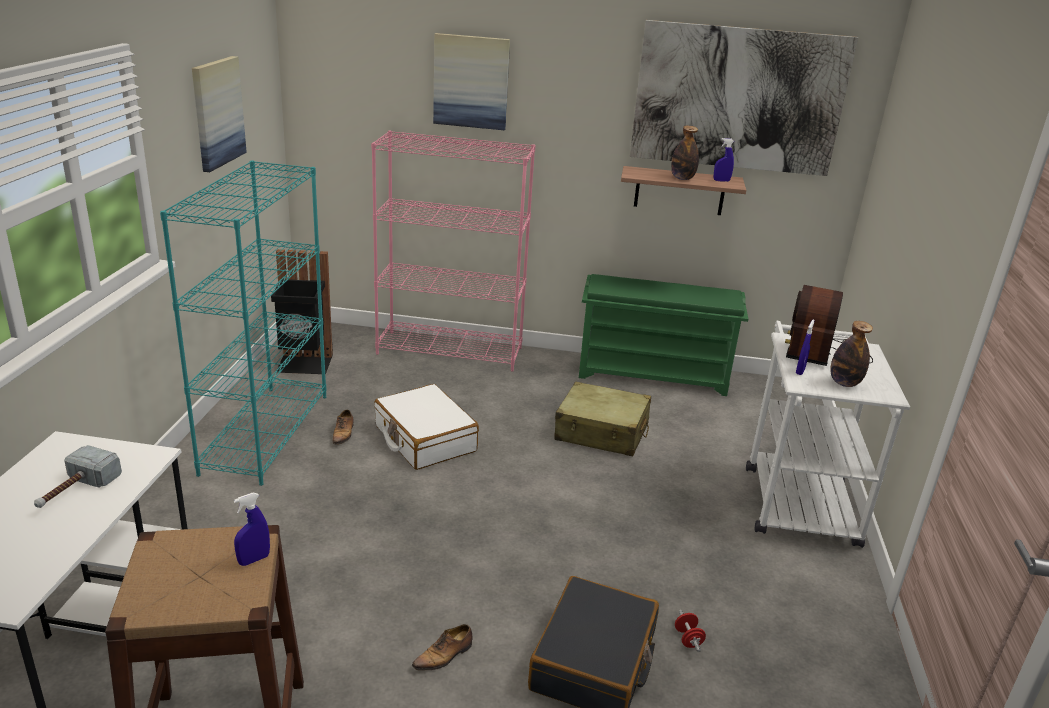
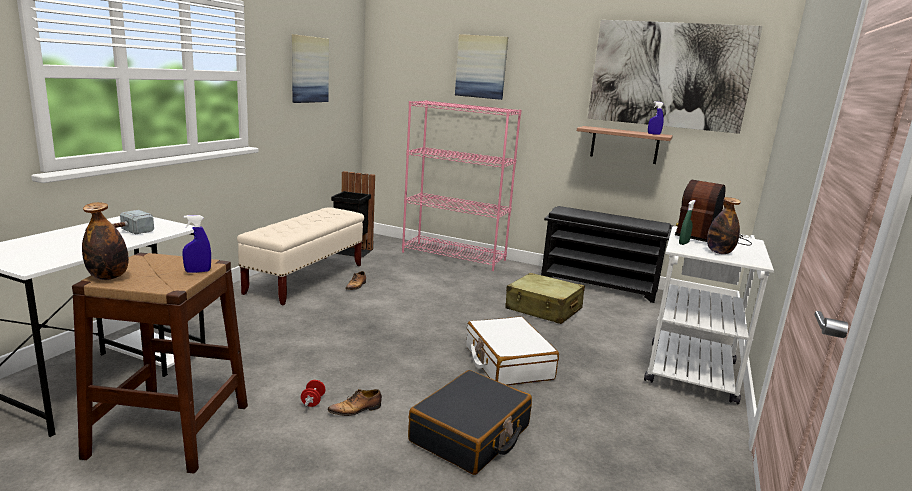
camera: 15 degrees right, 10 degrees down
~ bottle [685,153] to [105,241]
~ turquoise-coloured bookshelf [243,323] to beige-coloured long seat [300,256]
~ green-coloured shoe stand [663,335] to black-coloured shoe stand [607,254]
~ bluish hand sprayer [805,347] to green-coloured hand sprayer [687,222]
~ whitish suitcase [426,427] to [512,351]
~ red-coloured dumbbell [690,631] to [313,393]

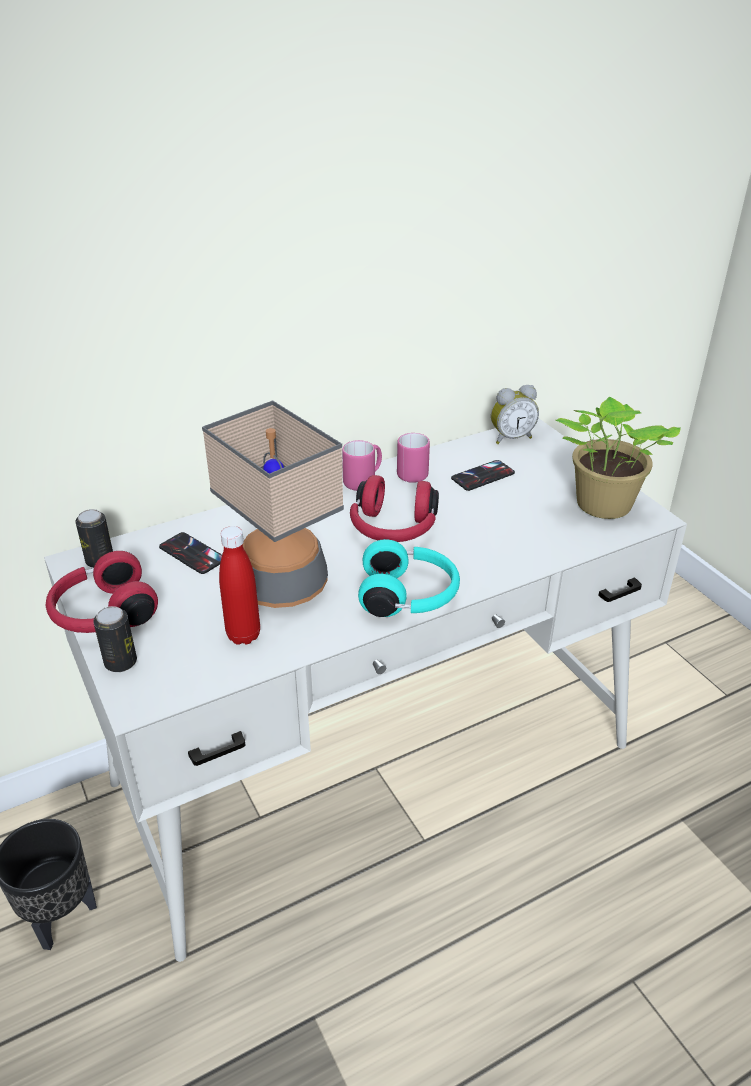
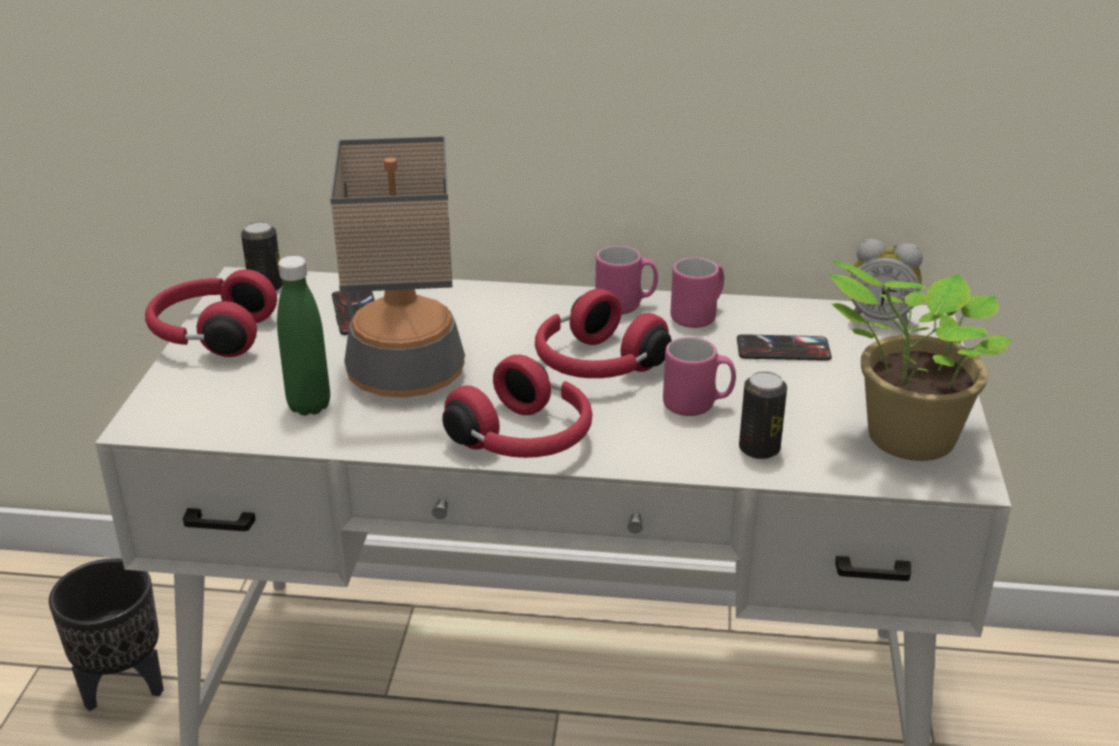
camera: 35 degrees right, 5 degrees down
~ red-coloured bottle [239,585] to green-coloured bottle [303,336]
~ turquoise-coloured headset [409,578] to red-coloured headset [517,406]
~ can [115,639] to [763,415]
+ pink-coloured mug [699,376]

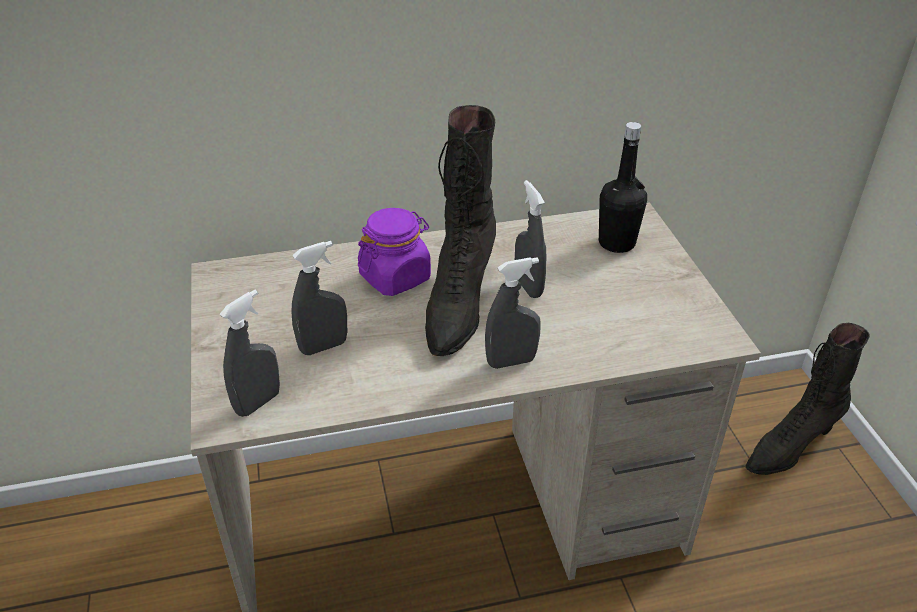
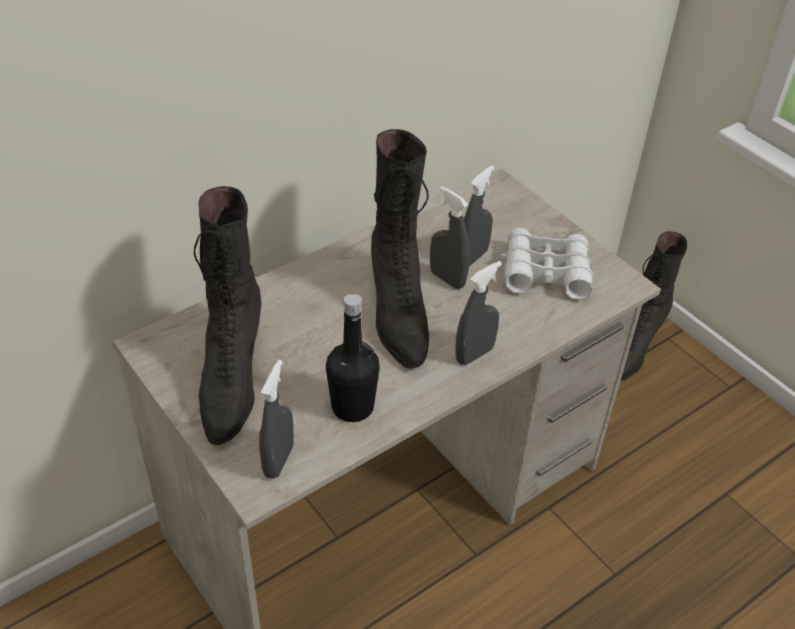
camera: 25 degrees left, 5 degrees up
~ black-coloured bottle [623,187] to [353,358]
- purplish preserve jar [394,252]
~ gray hand sprayer [319,298] to [479,215]
+ black-coloured tall boot [227,315]
+ whitish binoculars [548,264]

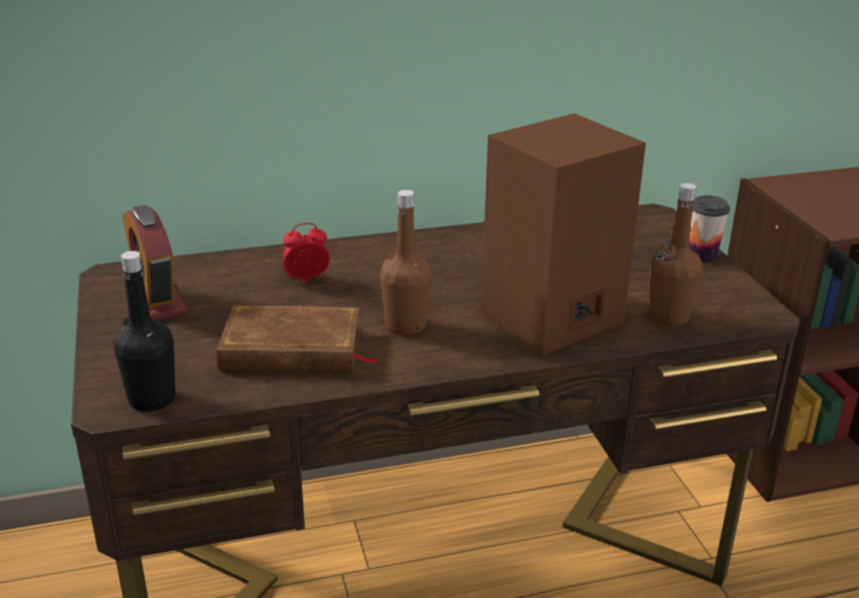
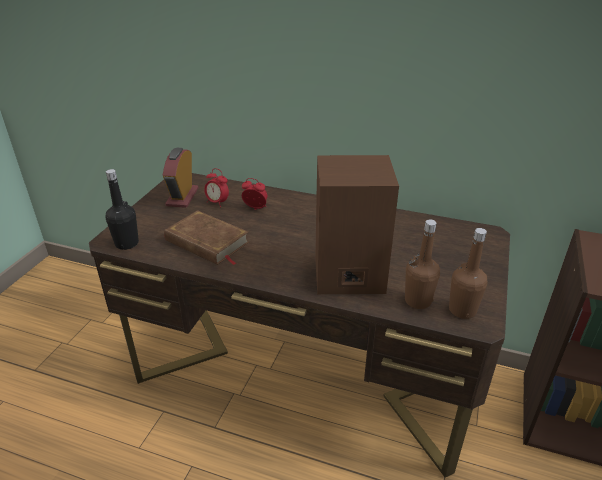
camera: 35 degrees right, 5 degrees up
~ brownish bottle [406,262] to [468,273]
- small cup [709,229]
+ alarm clock [216,187]

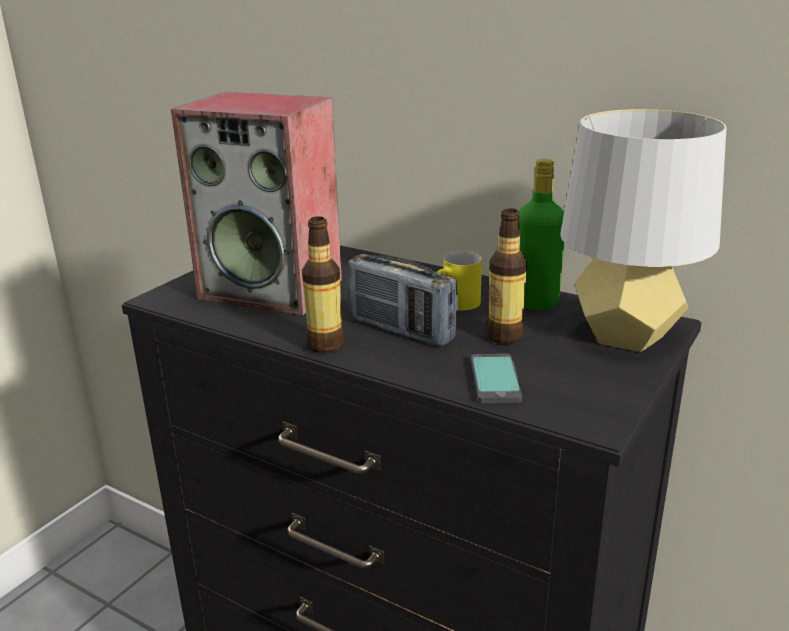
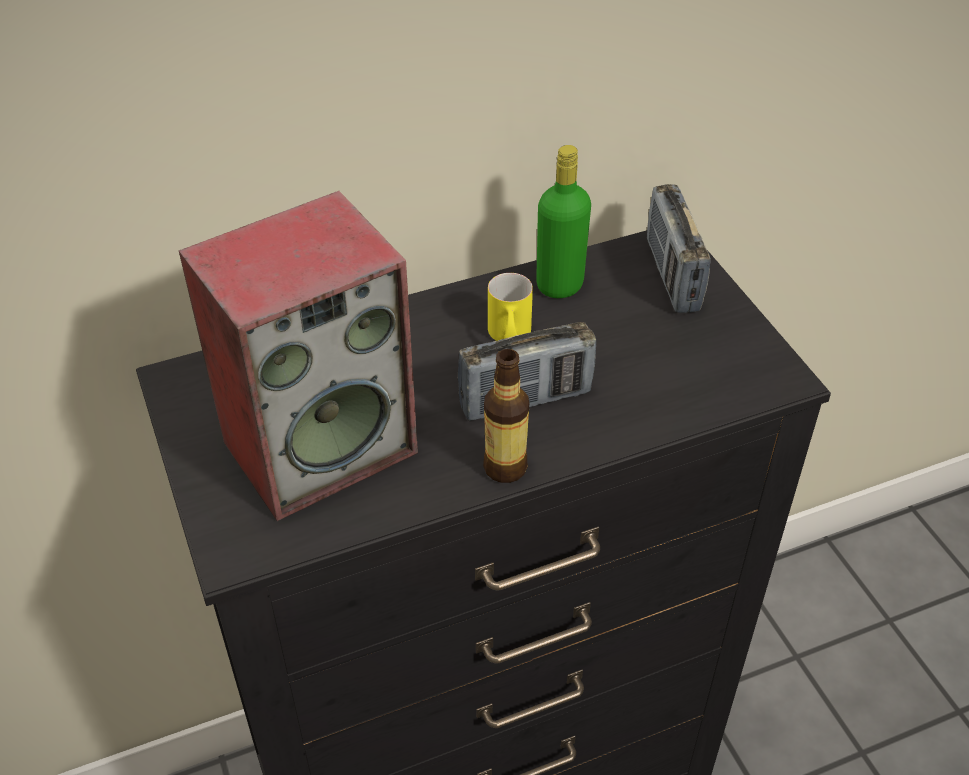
camera: 55 degrees left, 20 degrees up
~ gray lamp for a table [643,230] to radio receiver [679,248]
- bottle [506,276]
- phone [496,378]

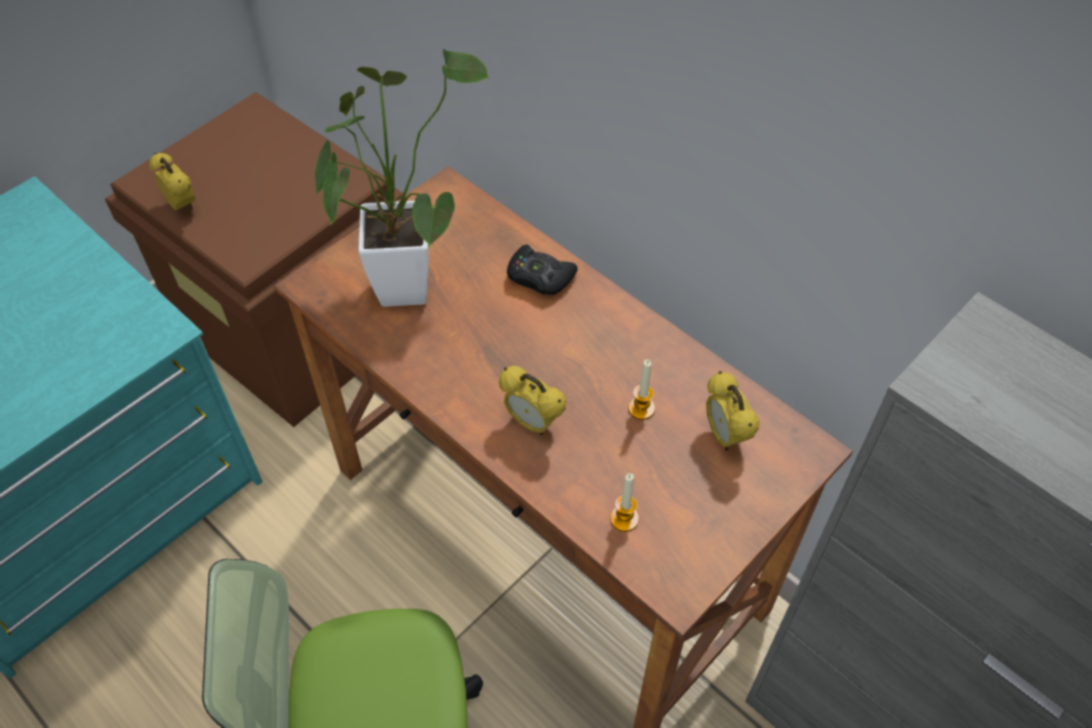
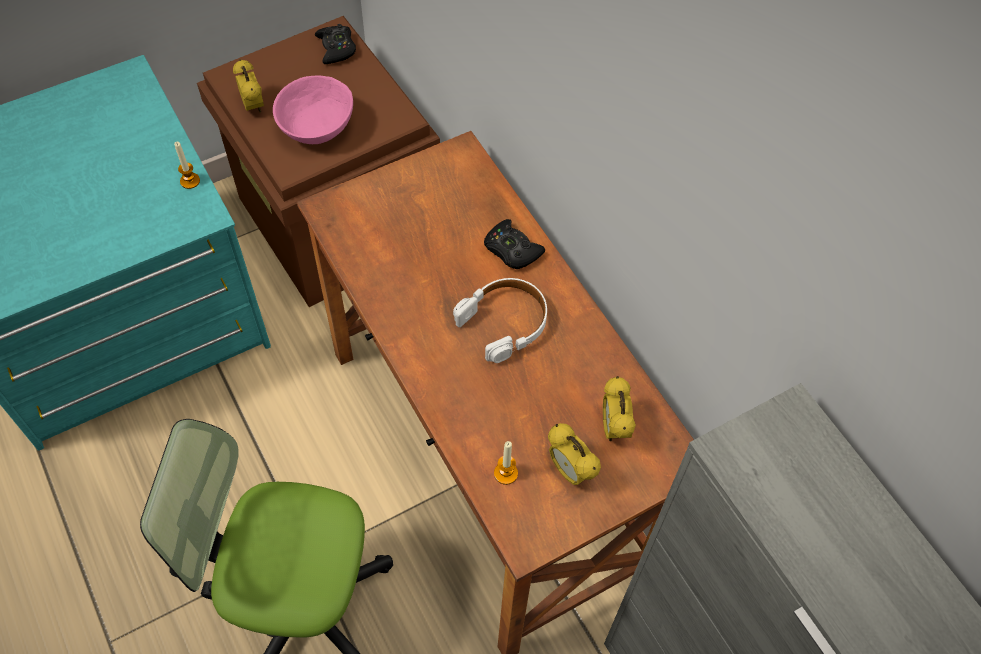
camera: 15 degrees right, 5 degrees up
- houseplant [402,178]
~ wax candle [641,389] to [187,165]
~ alarm clock [532,400] to [574,454]
+ black-coloured gamepad [335,44]
+ pink-coloured bowl [313,110]
+ whitish headset [500,320]

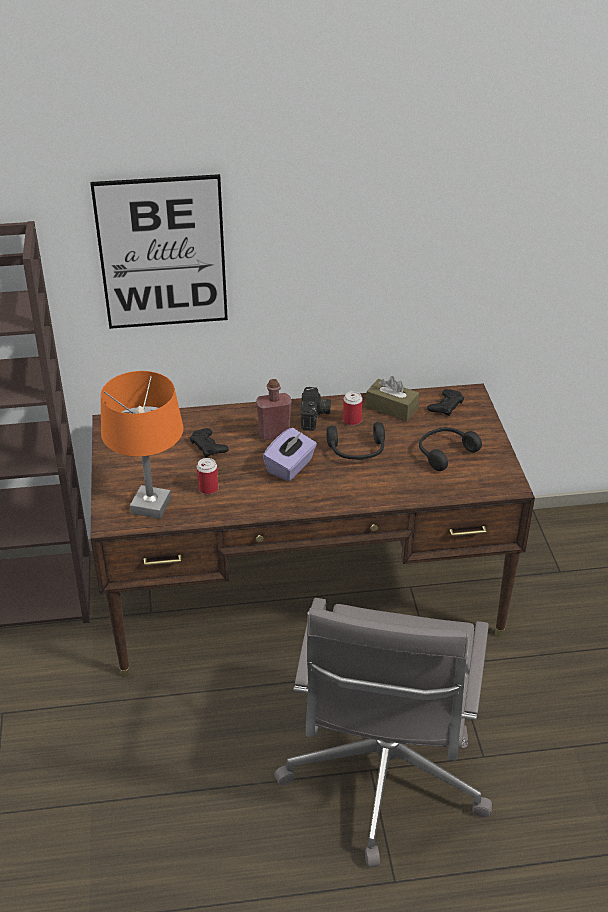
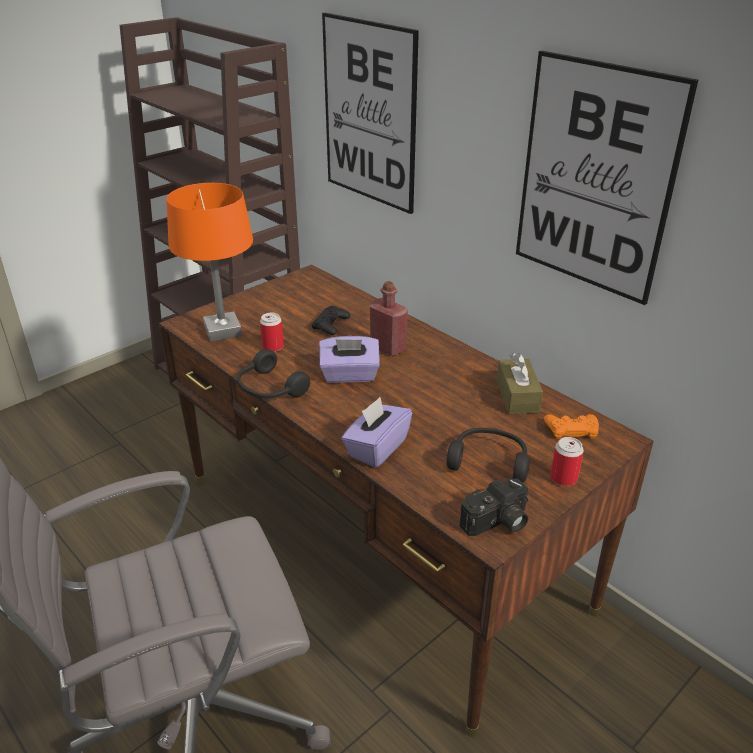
camera: 55 degrees right, 5 degrees down
~ photo camera [315,409] to [494,507]
~ black-coloured gamepad [445,402] to orange gamepad [571,426]
~ can [353,408] to [567,461]
~ black-coloured headset [355,441] to [273,373]
+ picture [607,178]
+ purplish tissue box [376,432]

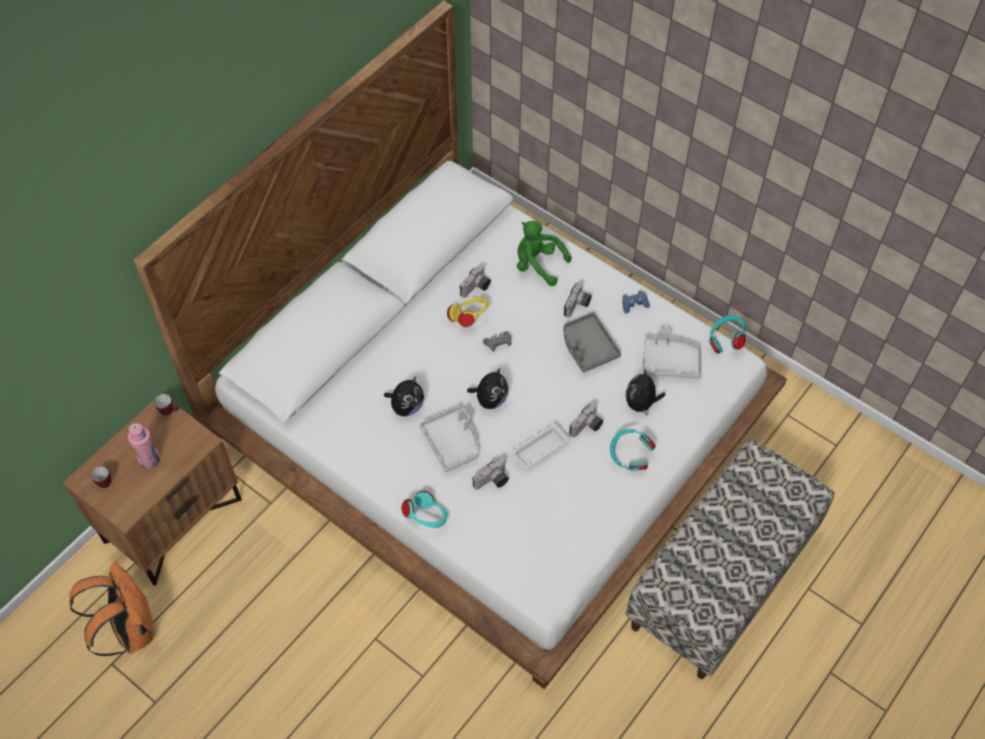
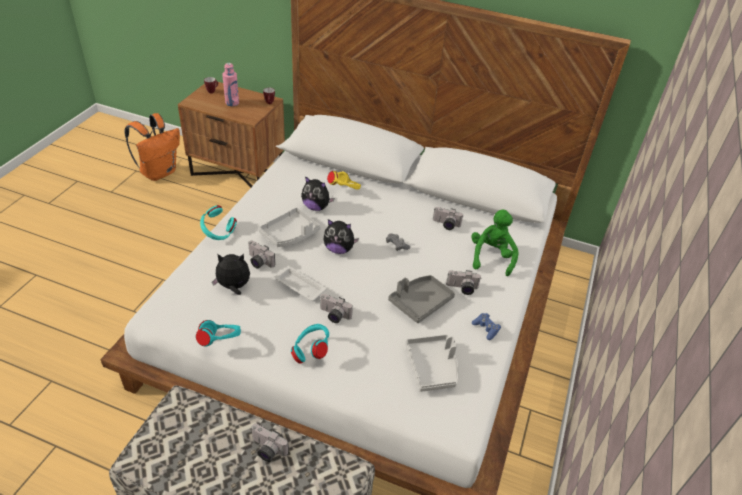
camera: 70 degrees right, 15 degrees down
~ yellow headset [468,311] to [344,180]
~ turquoise-coloured headset [727,334] to [218,333]
~ plush toy [646,392] to [231,274]
+ photo camera [270,443]

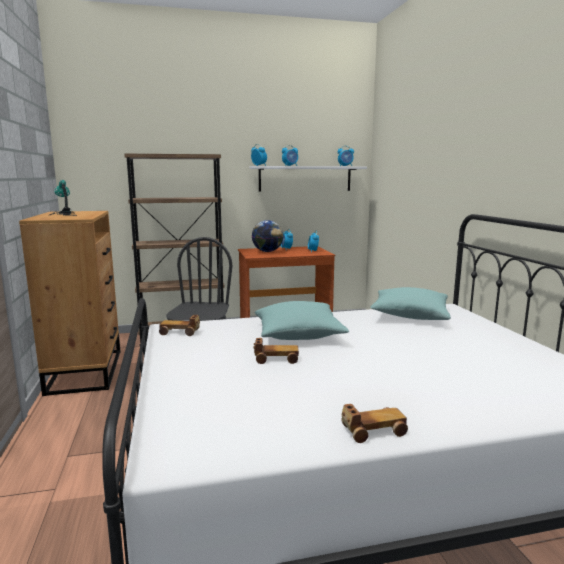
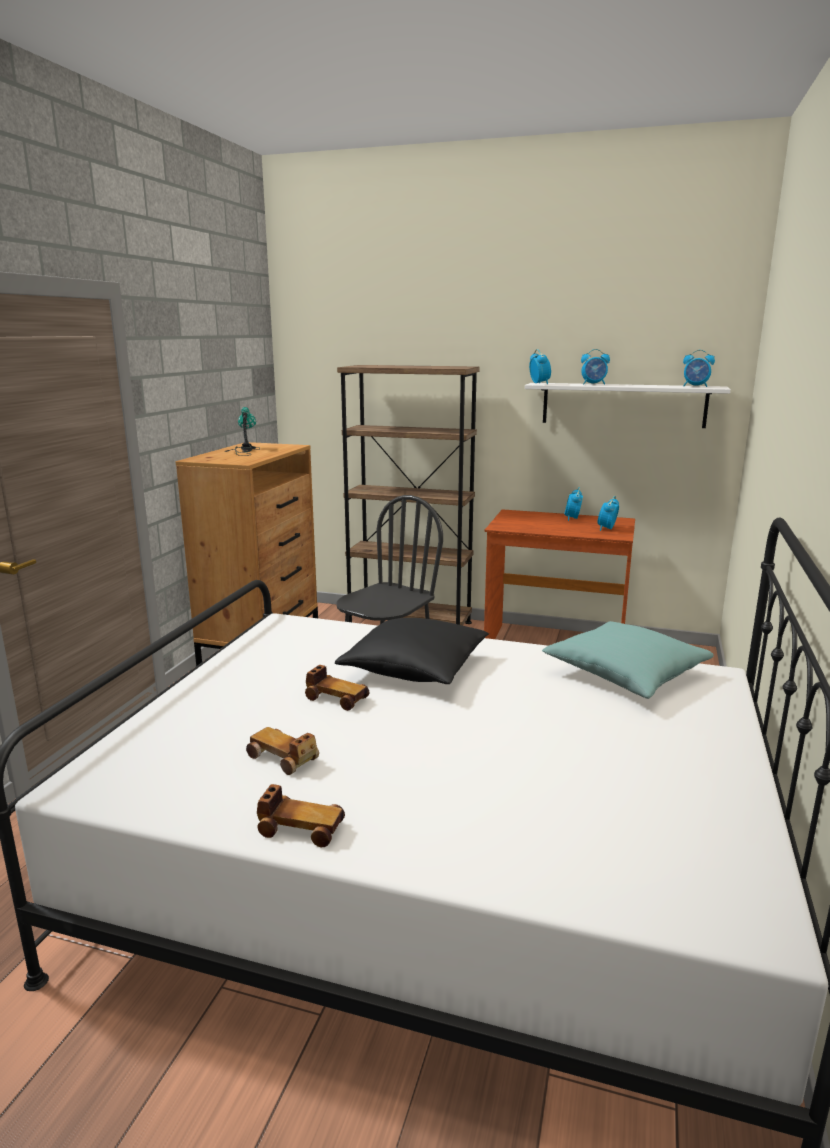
camera: 30 degrees right, 5 degrees up
- desk globe [267,236]
~ turquoise-coloured throw pillow [302,320] to black-coloured throw pillow [412,651]
~ miniature car [179,325] to [282,751]

